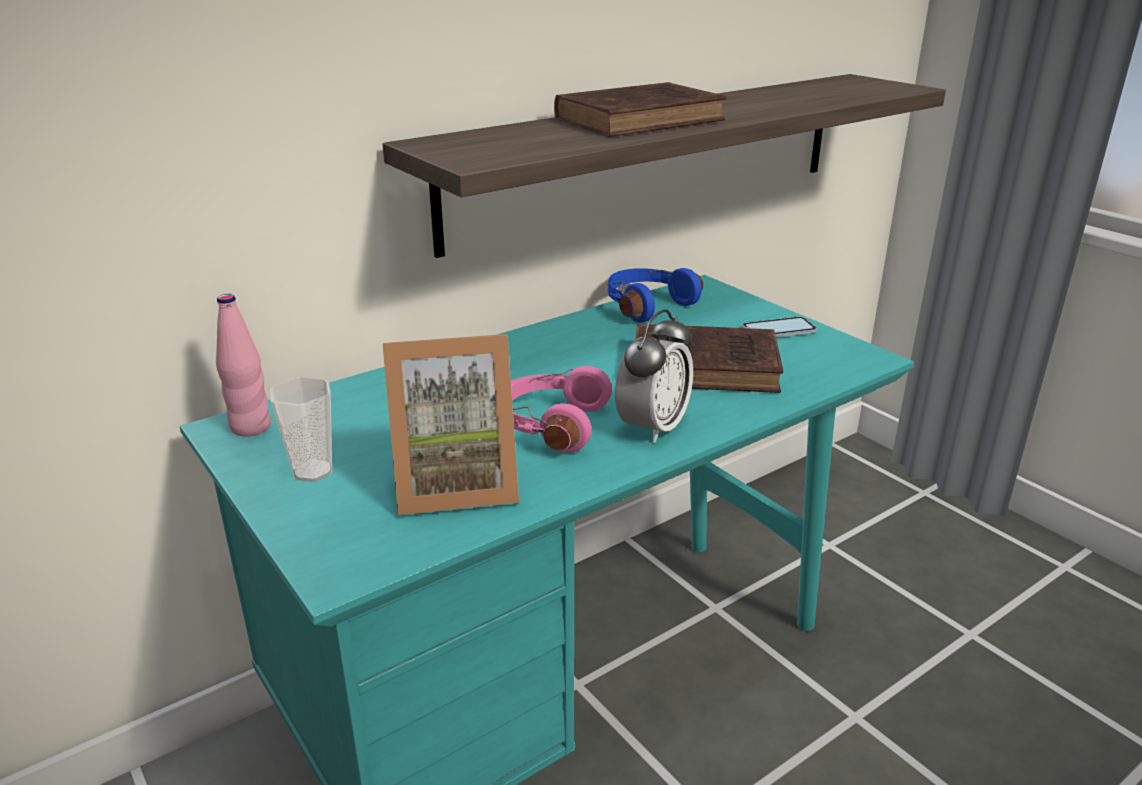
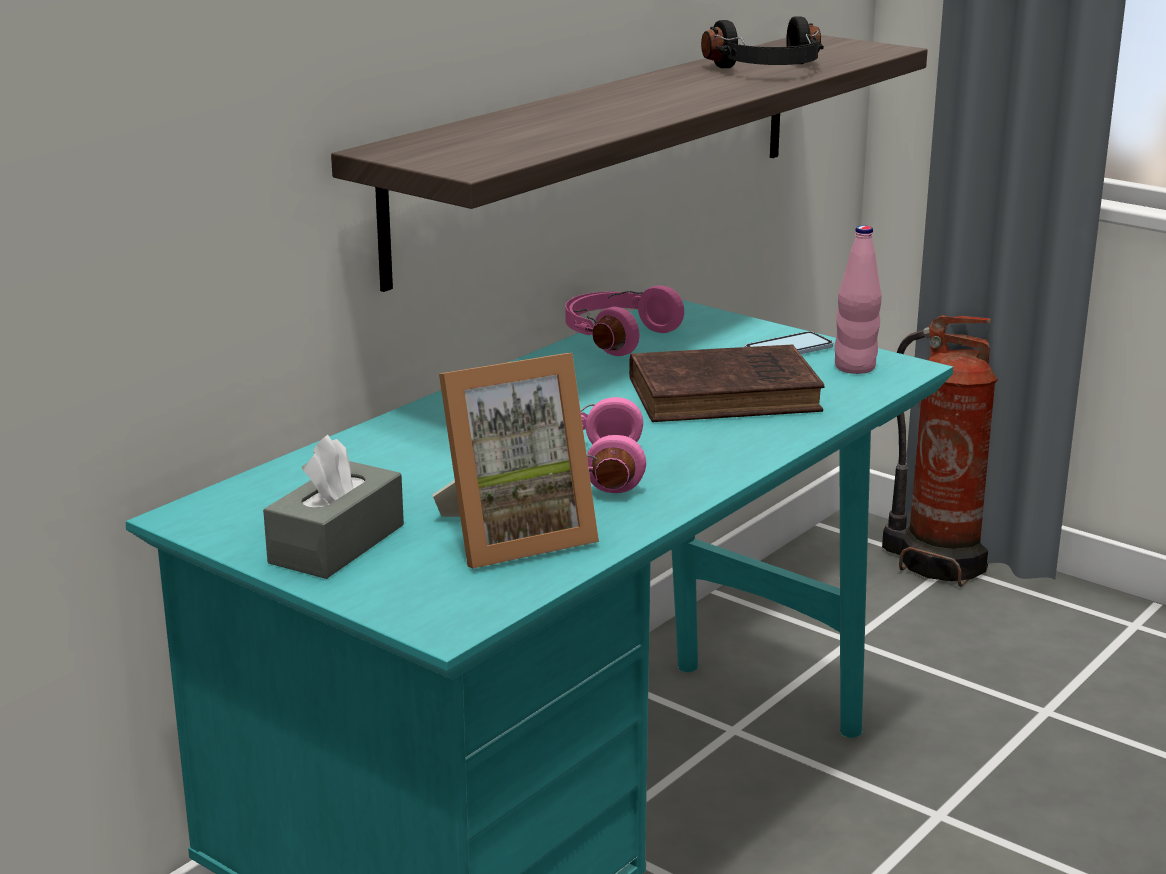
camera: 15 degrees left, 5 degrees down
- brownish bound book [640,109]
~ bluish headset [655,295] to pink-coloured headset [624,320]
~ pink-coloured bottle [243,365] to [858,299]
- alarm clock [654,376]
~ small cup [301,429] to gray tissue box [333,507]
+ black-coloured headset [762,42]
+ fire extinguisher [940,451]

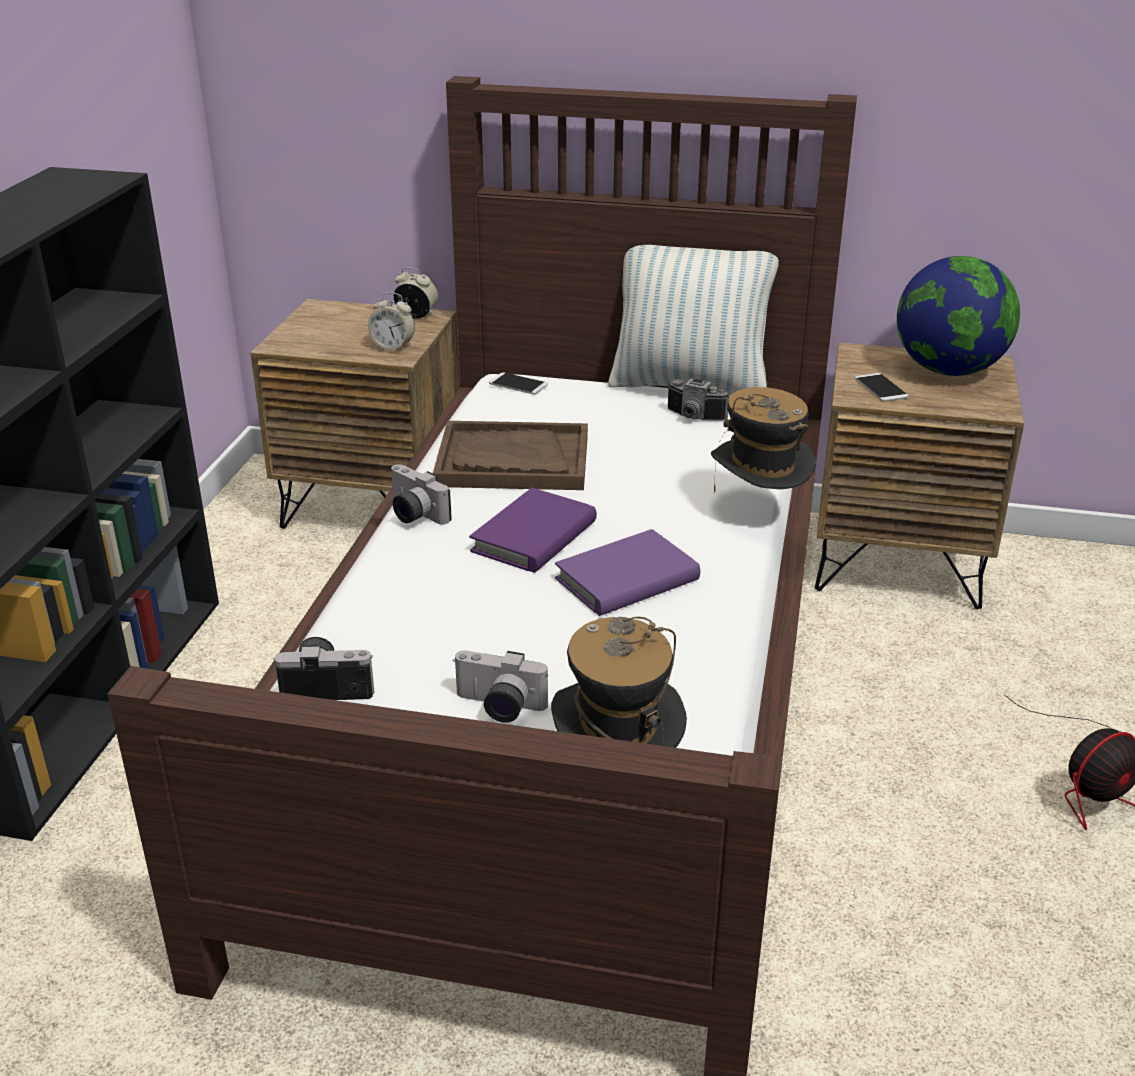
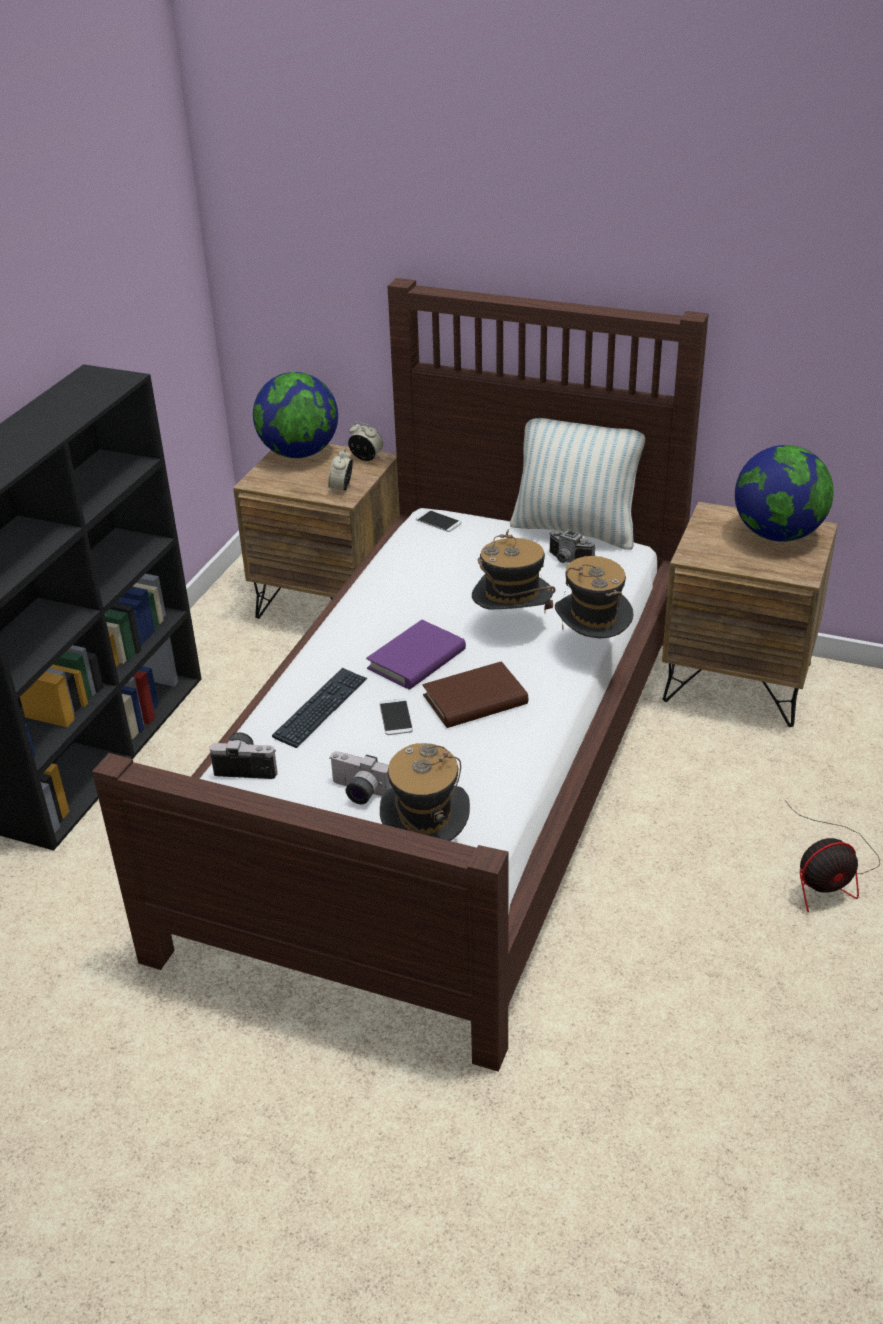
camera: 10 degrees right, 5 degrees up
~ alarm clock [391,322] = [340,470] 75 degrees clockwise
~ phone [882,387] to [396,717]
- brownish tray [510,455]
- photo camera [421,494]
~ purplish bound book [627,572] to brownish bound book [475,694]
+ desk globe [295,415]
+ wearable hat [514,570]
+ PC keyboard [319,708]

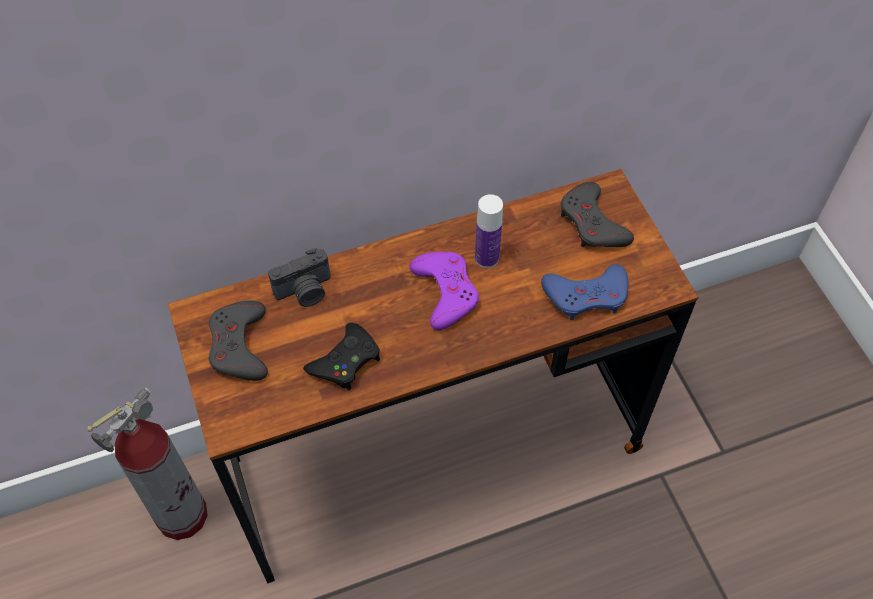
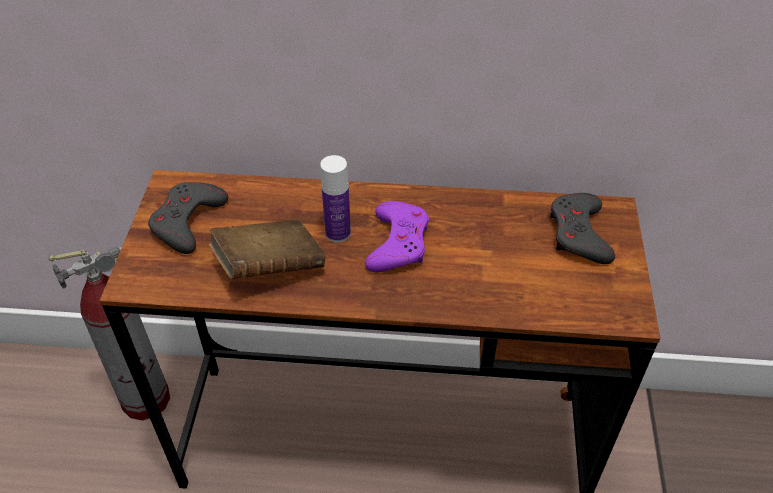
camera: 25 degrees right, 10 degrees down
~ bottle [489,231] to [335,199]
- photo camera [299,277]
- bluish gamepad [584,292]
~ black-coloured gamepad [341,356] to brownish bound book [267,249]

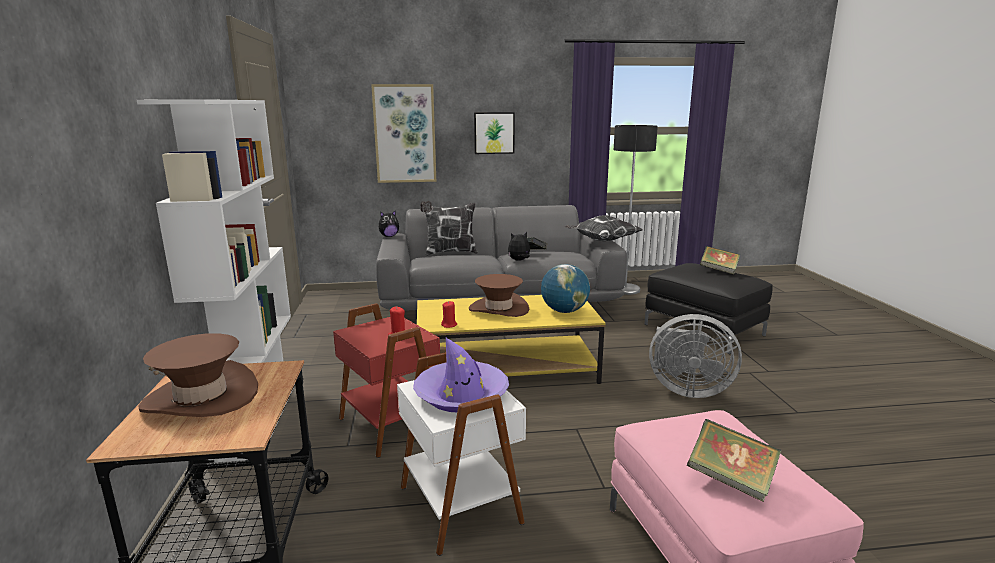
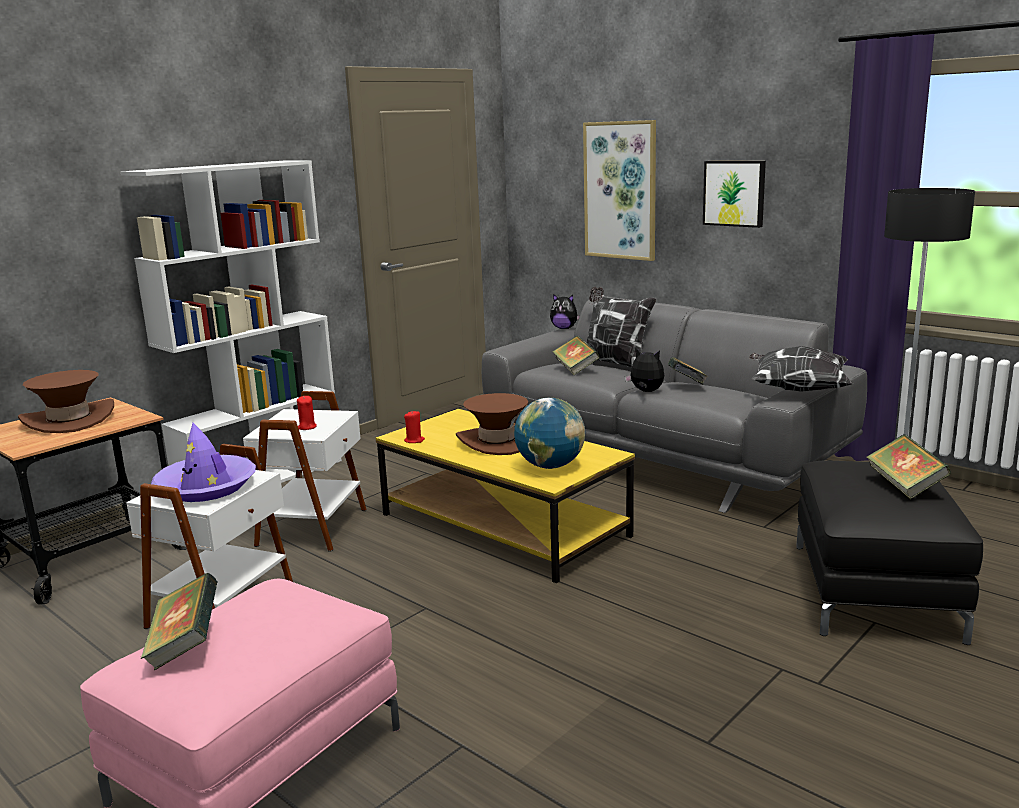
camera: 50 degrees right, 0 degrees up
~ red-coloured end table [386,380] to whitish end table [305,471]
- gray electric fan [695,356]
+ bound book [576,355]

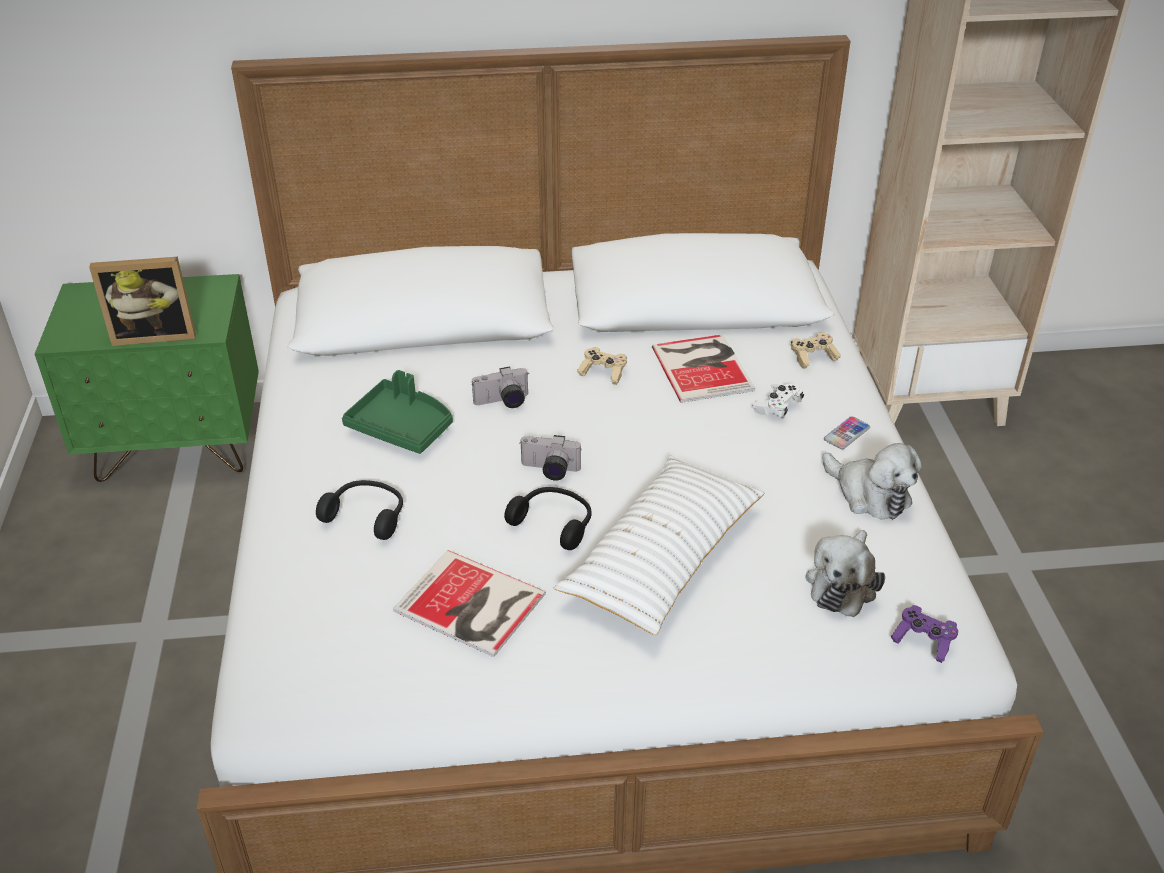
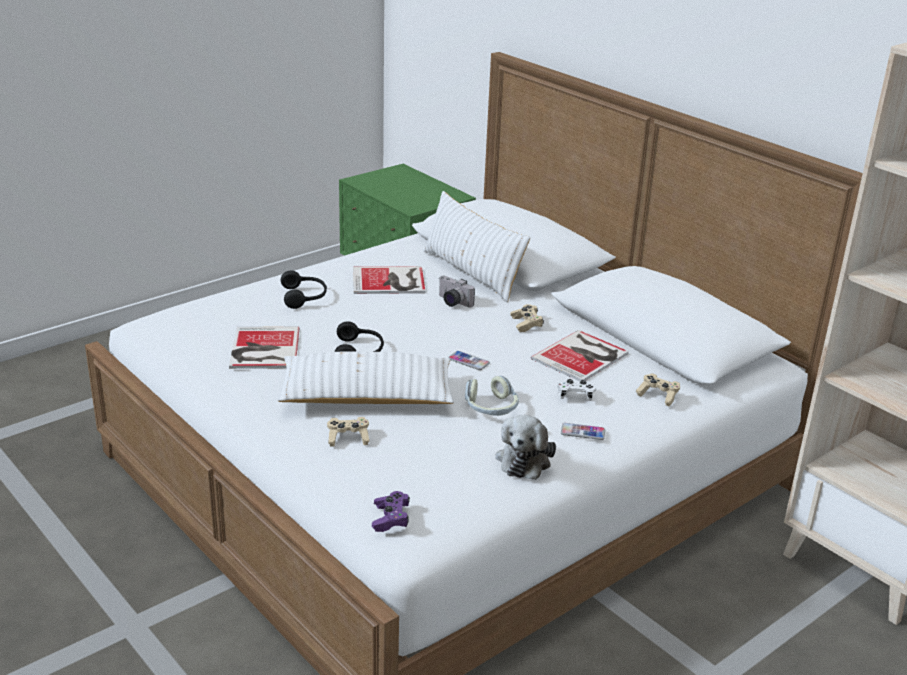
camera: 55 degrees right, 10 degrees down
- picture frame [142,301]
~ green-coloured tray [397,412] to bound book [389,280]
- photo camera [550,458]
- plush toy [845,573]
+ whitish throw pillow [476,246]
+ phone [469,360]
+ headset [492,396]
+ beige-coloured gamepad [348,432]

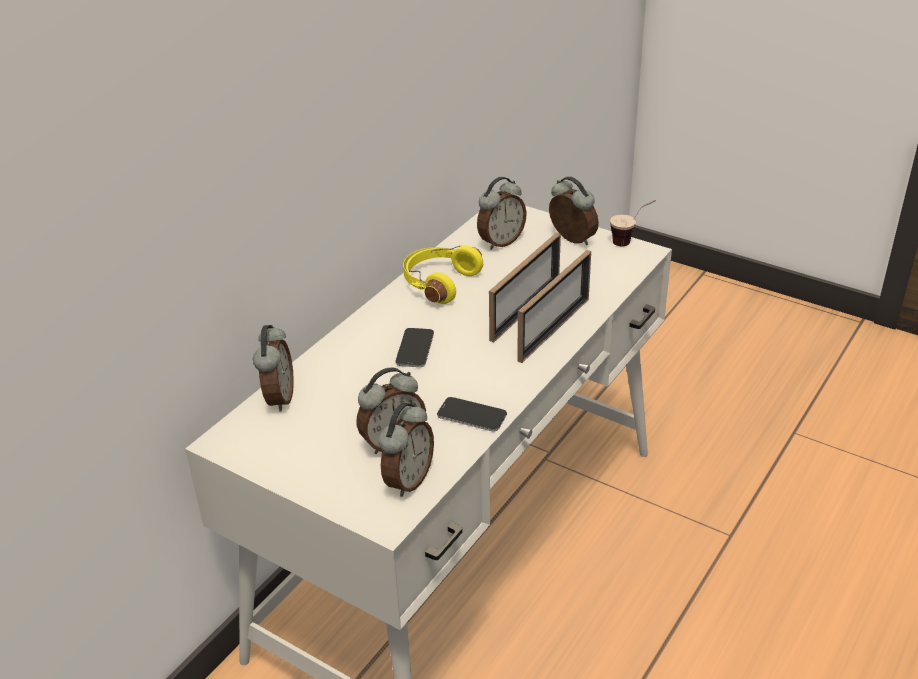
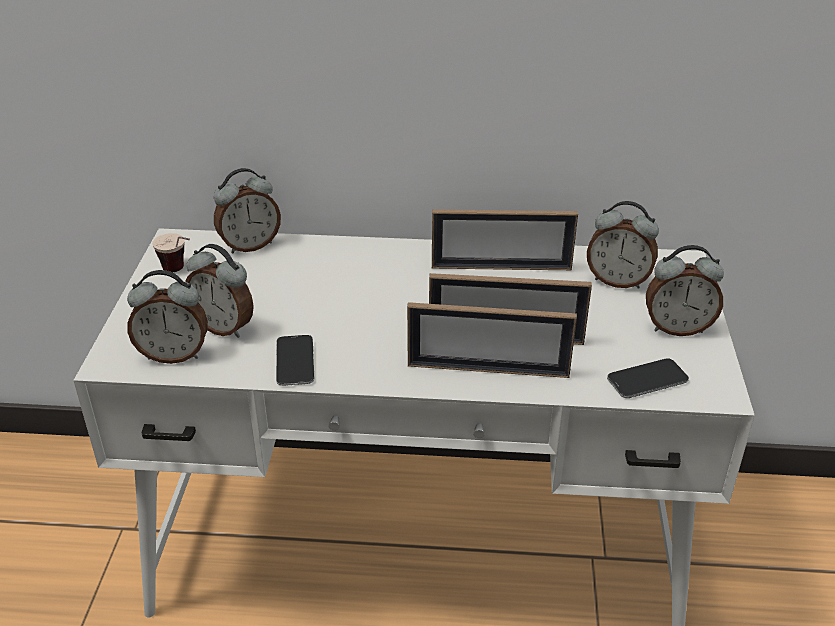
camera: 60 degrees right, 0 degrees up
~ alarm clock [574,210] = [685,290] 75 degrees clockwise
~ small cup [633,223] to [171,252]
~ yellow headset [443,275] to picture frame [505,239]
~ phone [414,347] to [648,378]

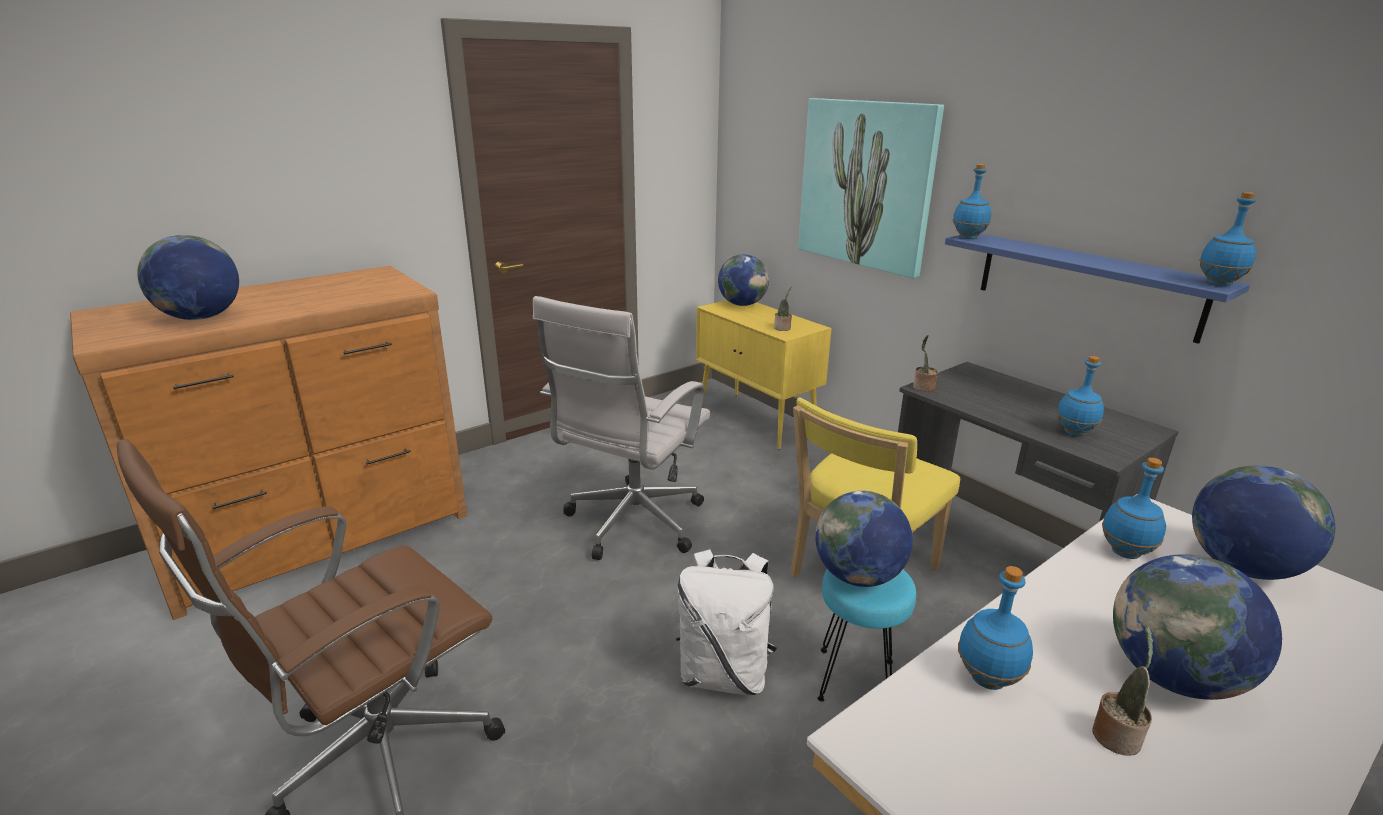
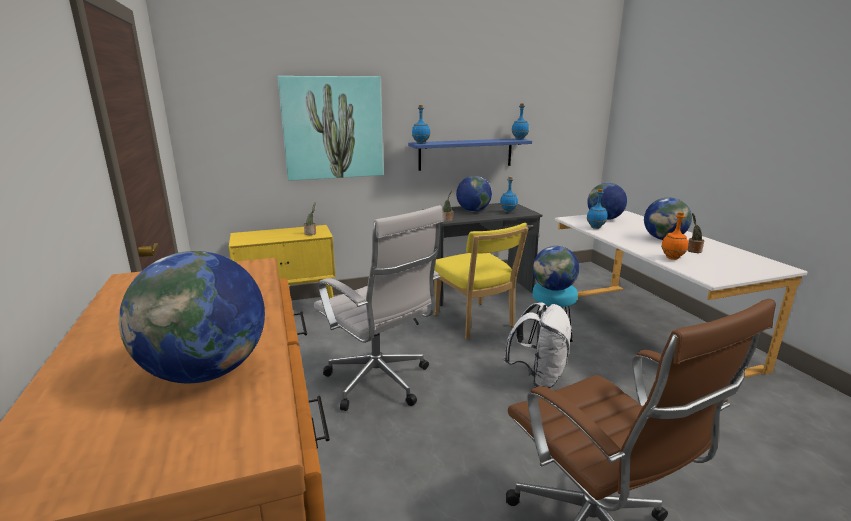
camera: 70 degrees left, 5 degrees down
~ desk globe [743,280] to [474,194]
~ bluish bottle [995,628] to orange bottle [674,236]

